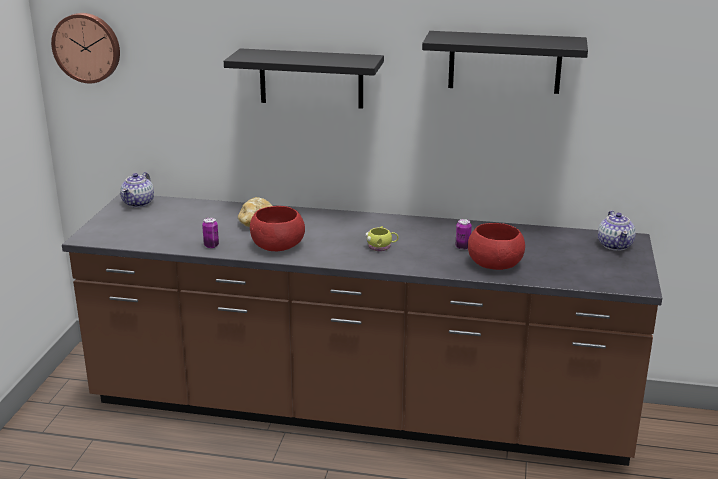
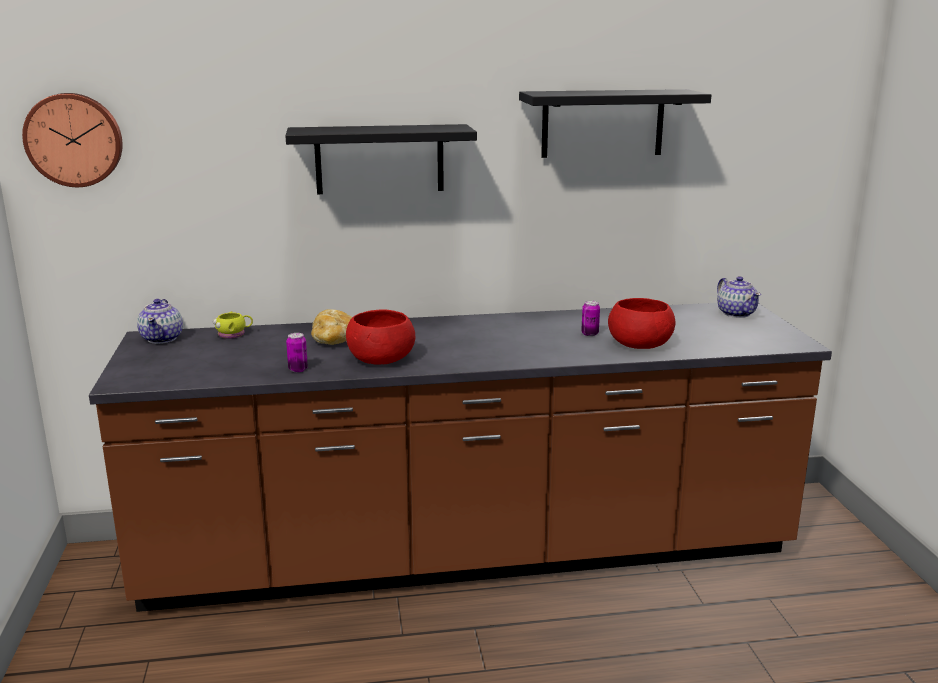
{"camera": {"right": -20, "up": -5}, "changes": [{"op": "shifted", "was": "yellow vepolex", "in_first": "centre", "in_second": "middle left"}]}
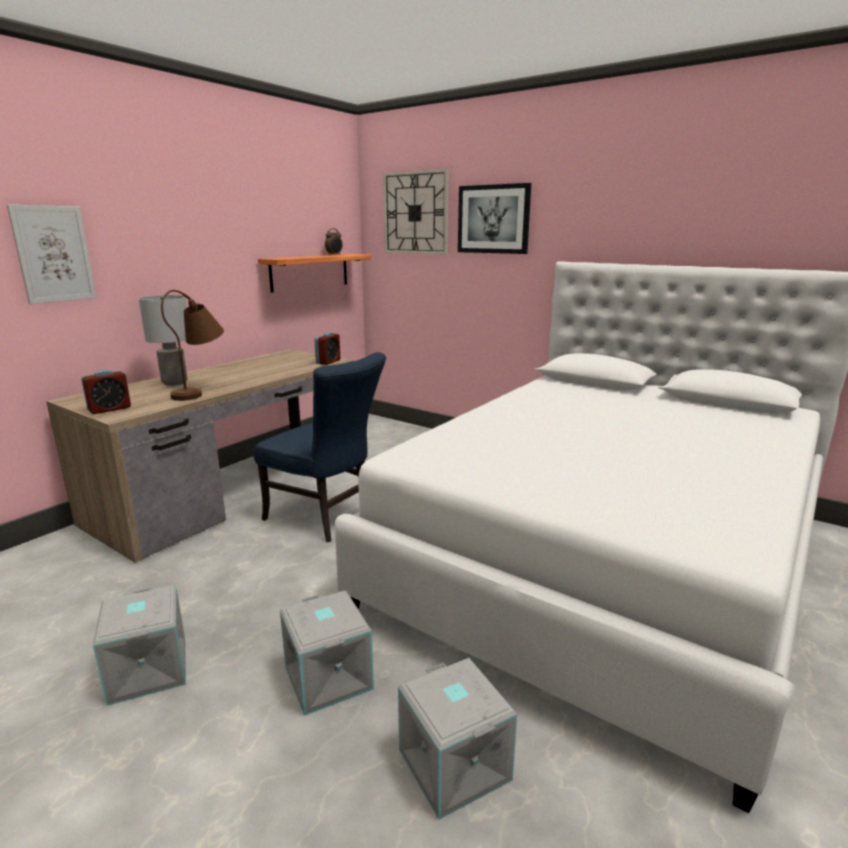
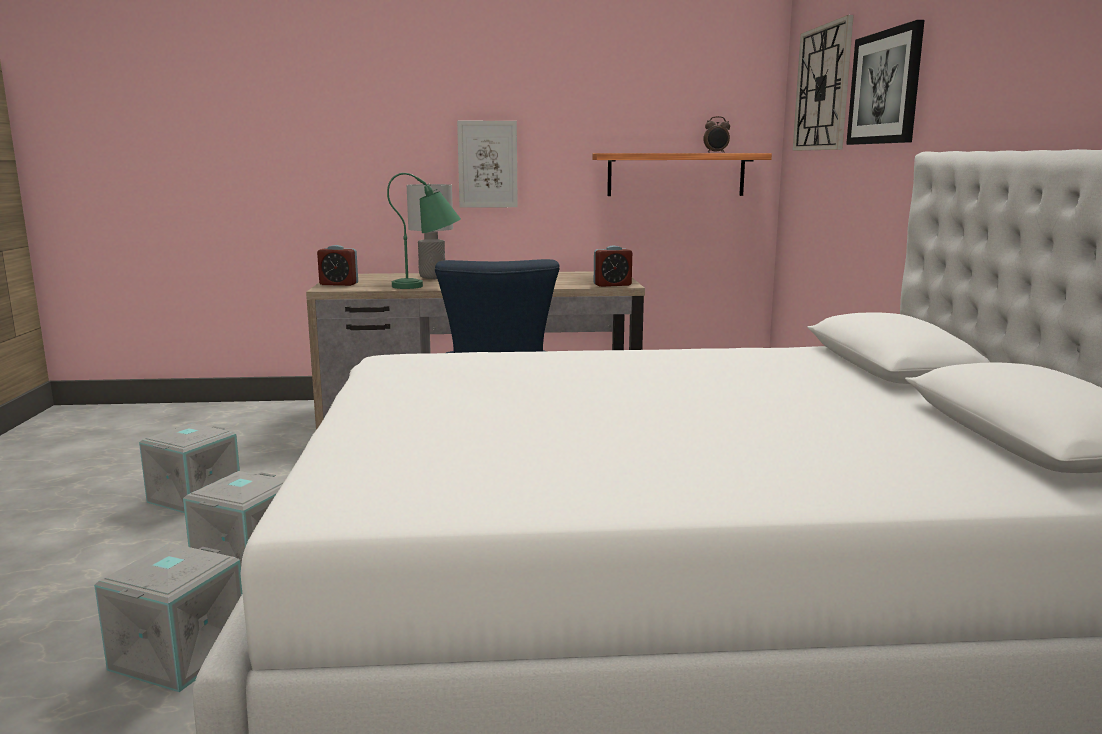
{"camera": {"right": 50, "up": -5}, "changes": [{"op": "shifted", "was": "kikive (no. 1 from left)", "in_first": "top left", "in_second": "top centre"}, {"op": "repainted", "was": "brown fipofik", "now": "green fipofik", "in_first": "middle left", "in_second": "top centre"}]}
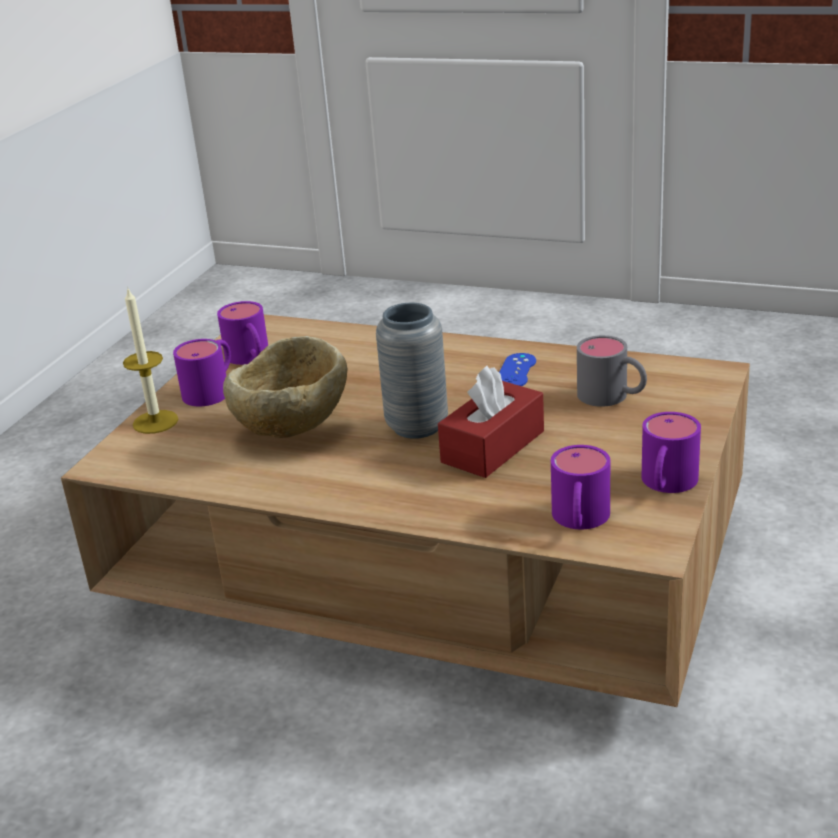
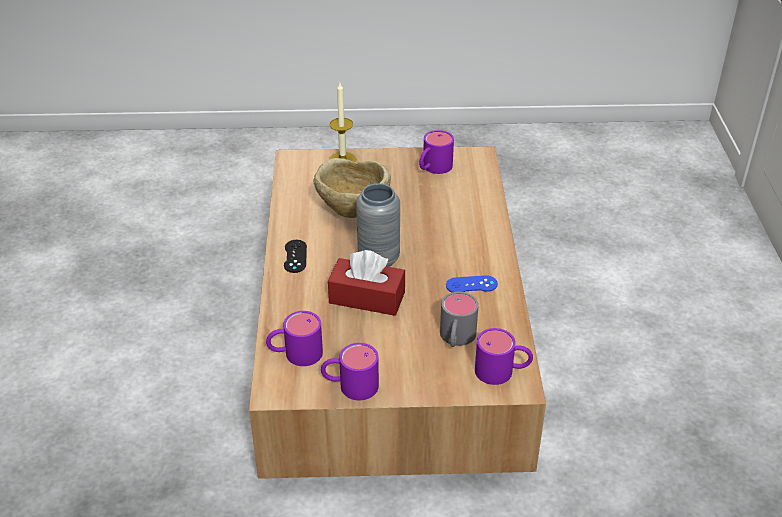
{"camera": {"right": 65, "up": 10}, "changes": [{"op": "new", "now": "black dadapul", "in_second": "centre"}, {"op": "shifted", "was": "purple vepolex (no. 1 from left in the first image)", "now": "purple vepolex (no. 4 from left)", "in_first": "middle left", "in_second": "bottom centre"}]}
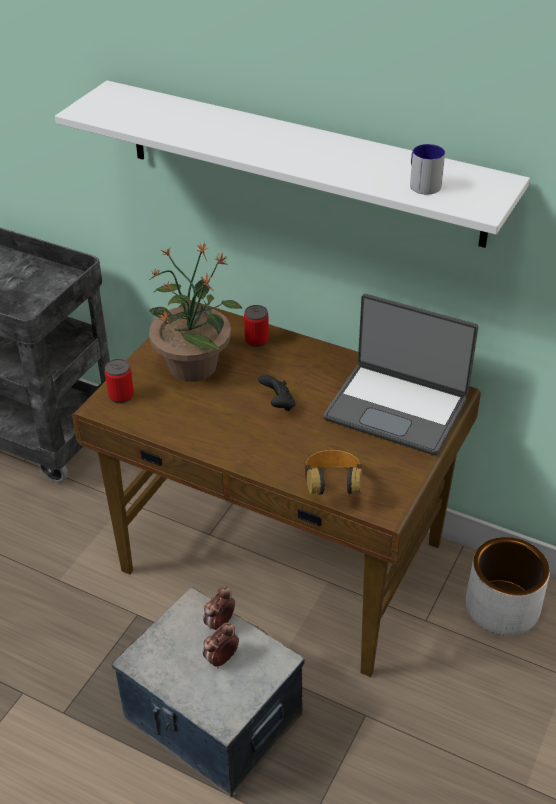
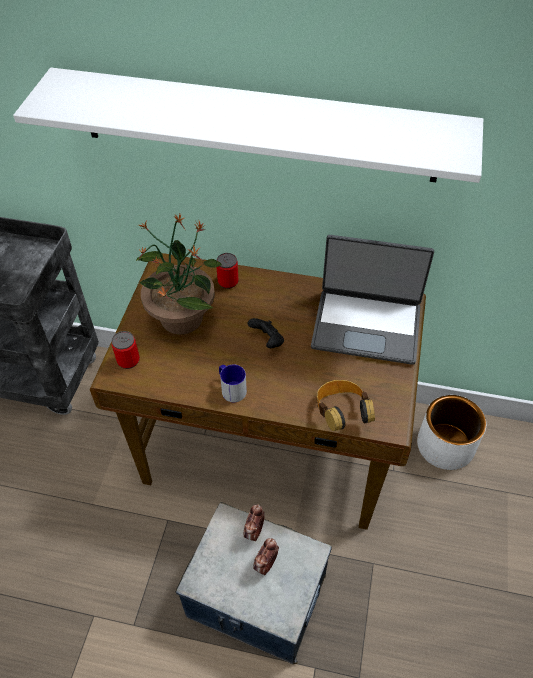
{"camera": {"right": -15, "up": 10}, "changes": [{"op": "shifted", "was": "vepolex", "in_first": "top right", "in_second": "centre"}]}
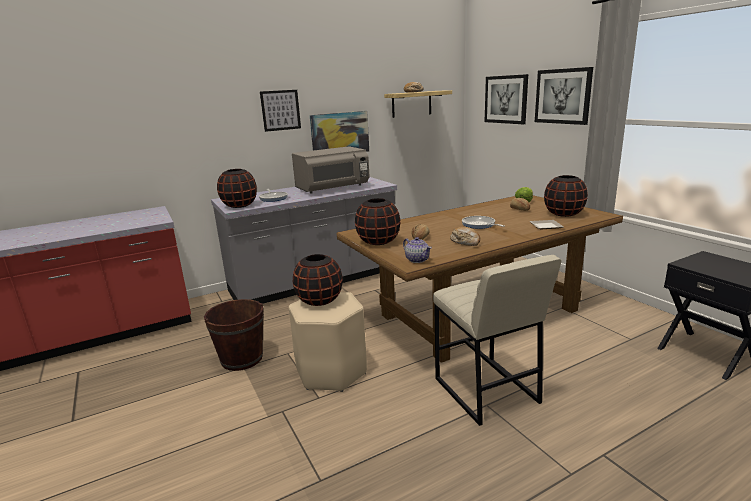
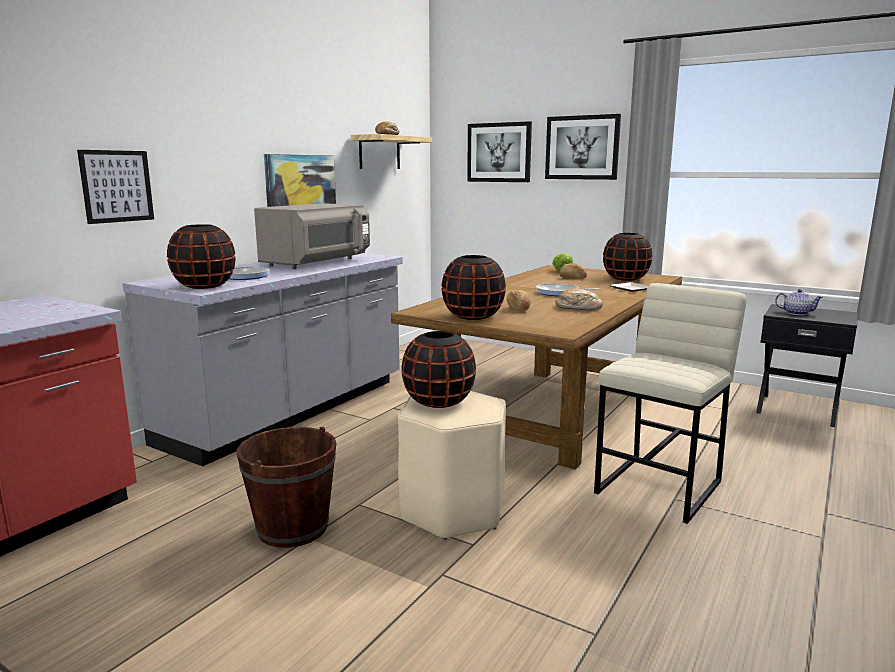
{"camera": {"right": -30, "up": -5}, "changes": [{"op": "shifted", "was": "kikive (no. 1 from left)", "in_first": "top centre", "in_second": "top left"}, {"op": "shifted", "was": "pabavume", "in_first": "centre", "in_second": "middle right"}, {"op": "rotated", "was": "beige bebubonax", "in_first": "bottom centre", "in_second": "middle right", "clockwise": -90}]}
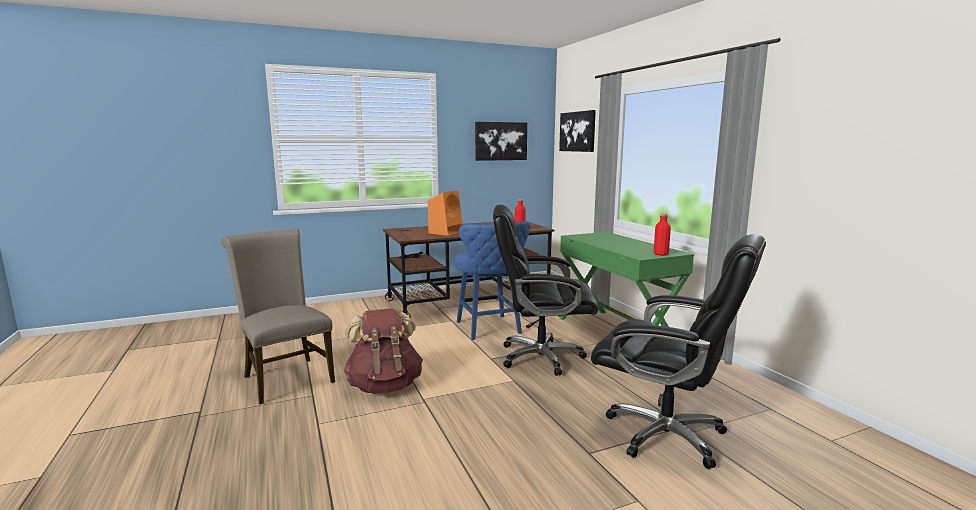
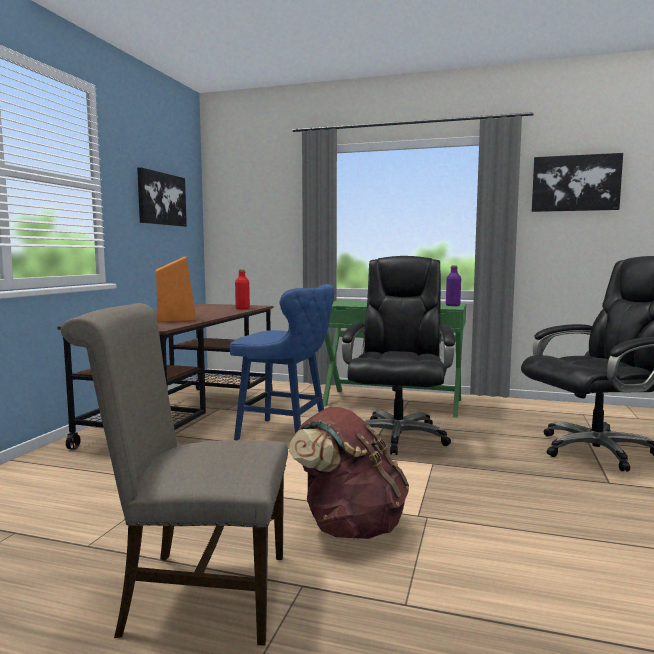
{"camera": {"right": -50, "up": -5}, "changes": [{"op": "shifted", "was": "kikive (no. 2 from left)", "in_first": "top centre", "in_second": "top right"}, {"op": "repainted", "was": "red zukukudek (no. 2 from left)", "now": "purple zukukudek", "in_first": "middle right", "in_second": "middle right"}, {"op": "rotated", "was": "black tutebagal (no. 1 from left)", "in_first": "centre", "in_second": "centre", "clockwise": 150}]}
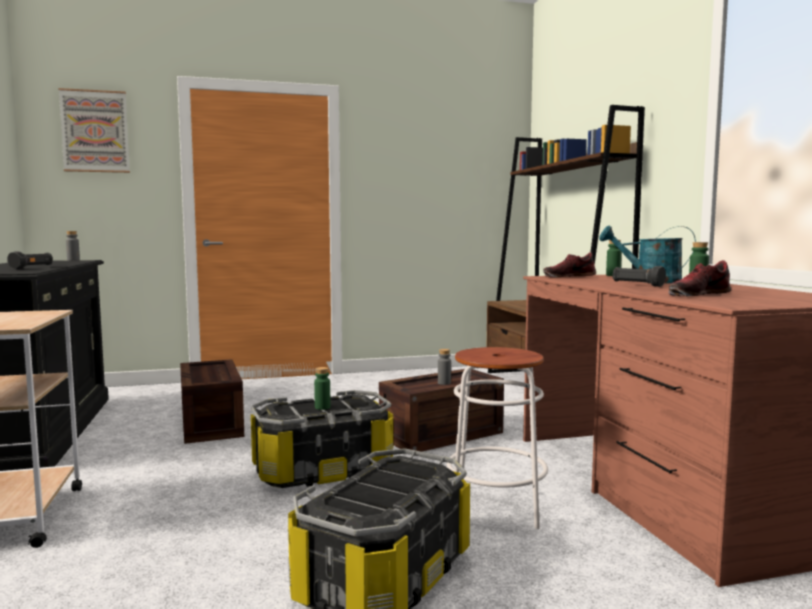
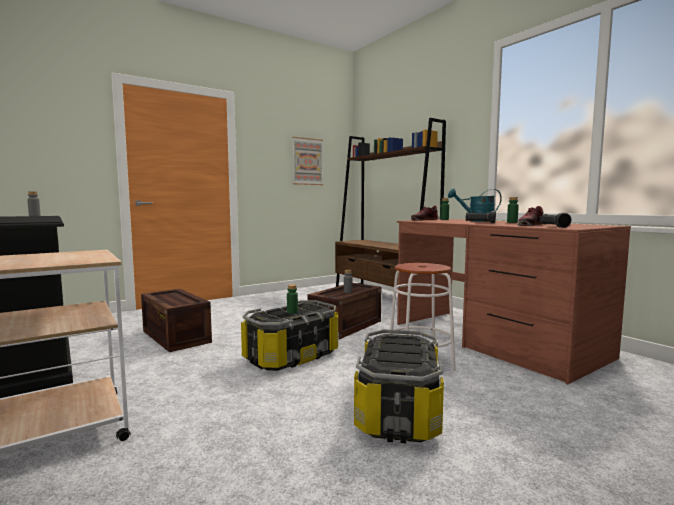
{"camera": {"right": -20, "up": 0}, "changes": [{"op": "shifted", "was": "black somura (no. 1 from left in the first image)", "now": "black somura (no. 2 from left)", "in_first": "middle left", "in_second": "middle right"}, {"op": "shifted", "was": "kikive", "in_first": "top left", "in_second": "top centre"}]}
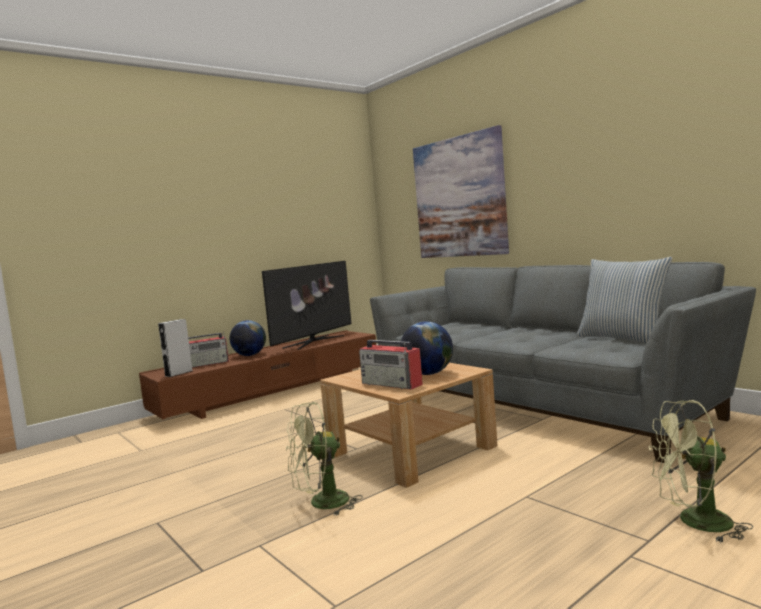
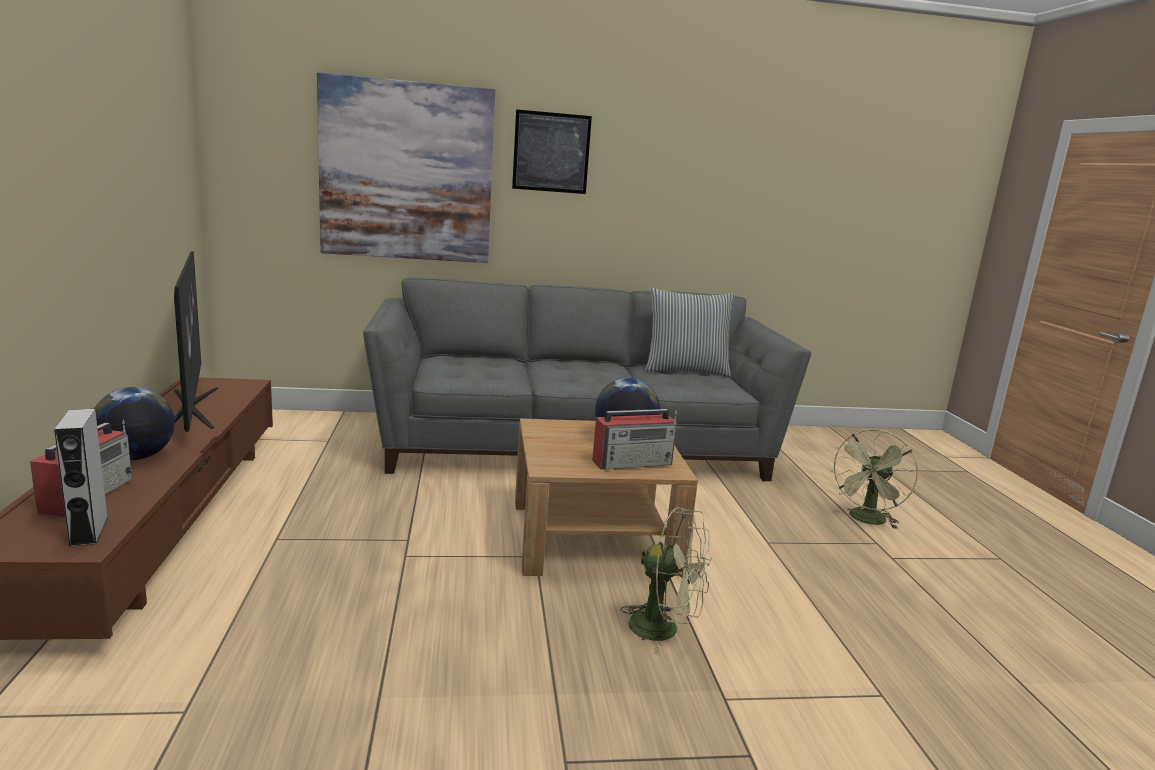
{"camera": {"right": -60, "up": 10}, "changes": [{"op": "new", "now": "kikive (no. 2 from left)", "in_second": "top centre"}, {"op": "rotated", "was": "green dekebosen (no. 1 from left)", "in_first": "bottom centre", "in_second": "bottom centre", "clockwise": -75}]}
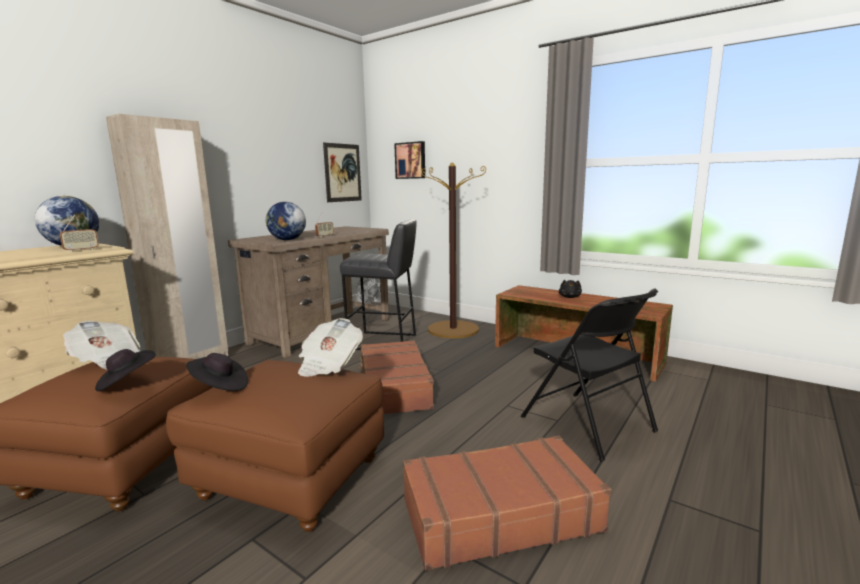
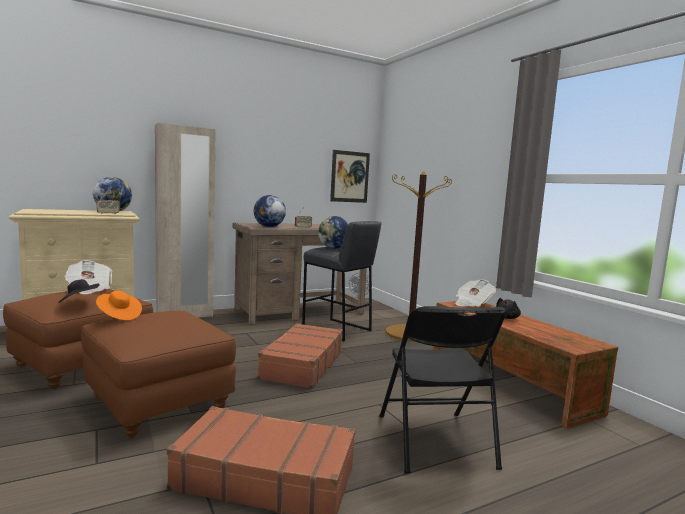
{"camera": {"right": 25, "up": -5}, "changes": [{"op": "gone", "was": "kikive (no. 2 from left)", "in_first": "top centre"}, {"op": "new", "now": "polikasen (no. 3 from left)", "in_second": "centre"}, {"op": "shifted", "was": "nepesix (no. 2 from left)", "in_first": "centre", "in_second": "middle right"}, {"op": "repainted", "was": "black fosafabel (no. 2 from left)", "now": "orange fosafabel", "in_first": "middle left", "in_second": "middle left"}]}
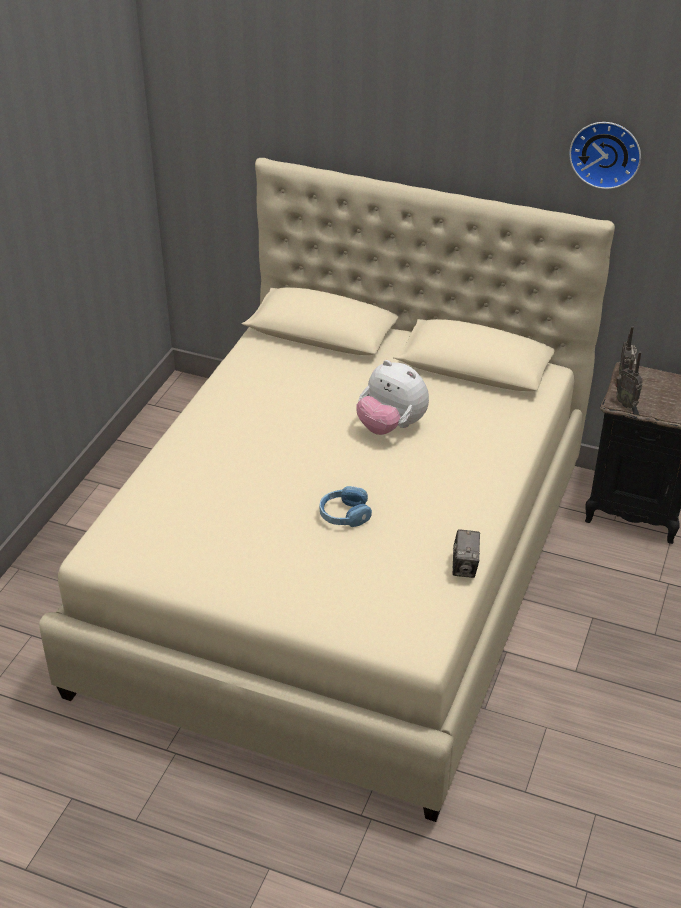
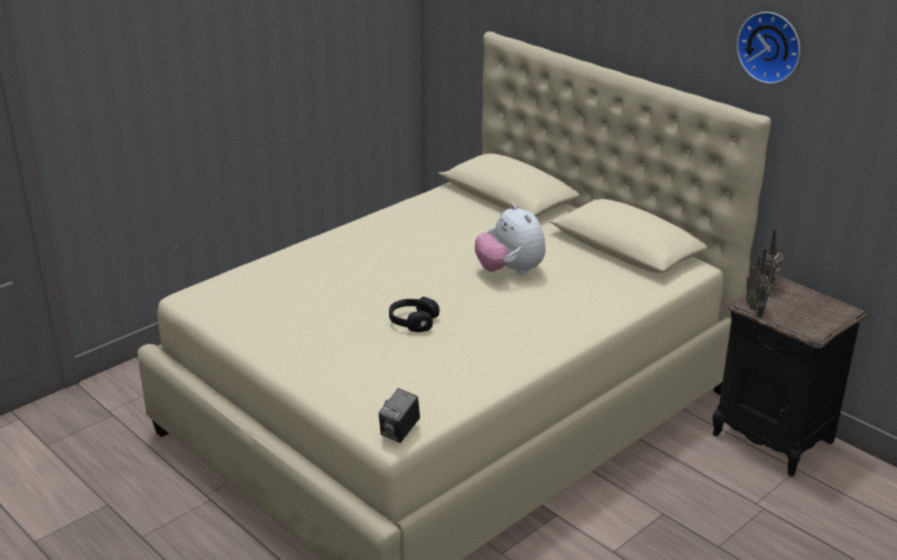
{"camera": {"right": 25, "up": -10}, "changes": [{"op": "shifted", "was": "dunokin", "in_first": "middle right", "in_second": "bottom centre"}, {"op": "repainted", "was": "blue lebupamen", "now": "black lebupamen", "in_first": "centre", "in_second": "centre"}]}
